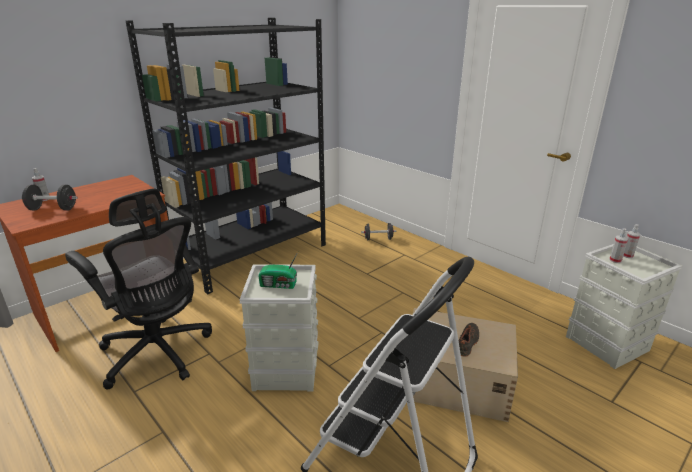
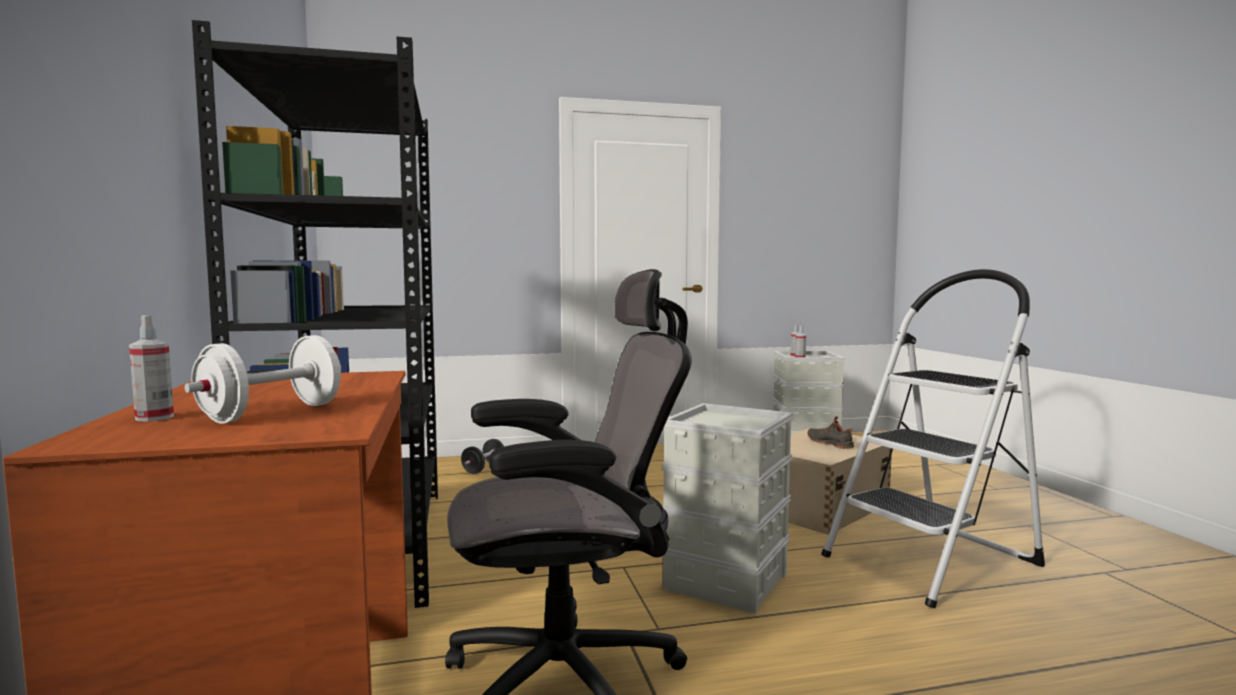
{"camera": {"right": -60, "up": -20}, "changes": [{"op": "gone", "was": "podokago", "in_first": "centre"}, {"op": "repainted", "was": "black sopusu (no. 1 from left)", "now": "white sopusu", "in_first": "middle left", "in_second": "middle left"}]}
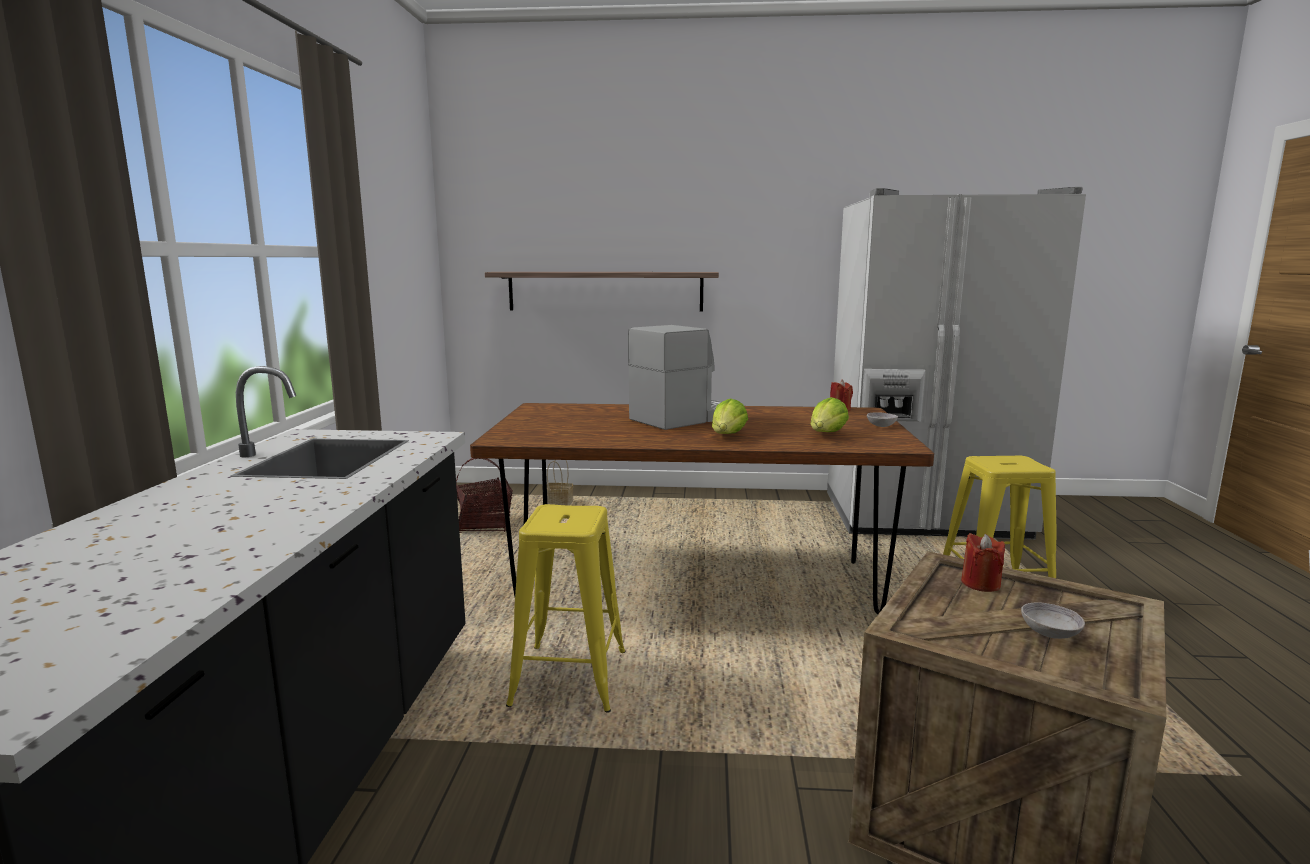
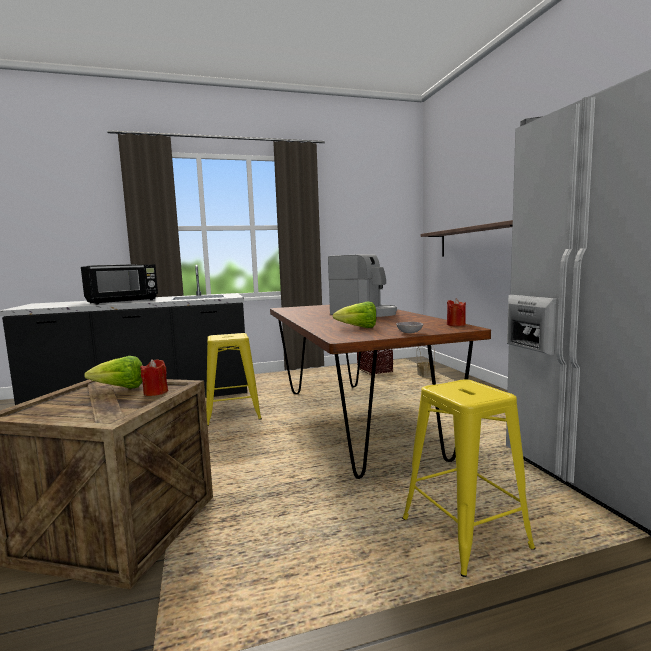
{"camera": {"right": 70, "up": -5}, "changes": [{"op": "gone", "was": "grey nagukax (no. 2 from left)", "in_first": "bottom right"}, {"op": "new", "now": "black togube", "in_second": "middle left"}, {"op": "shifted", "was": "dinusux (no. 1 from left)", "in_first": "centre", "in_second": "middle left"}]}
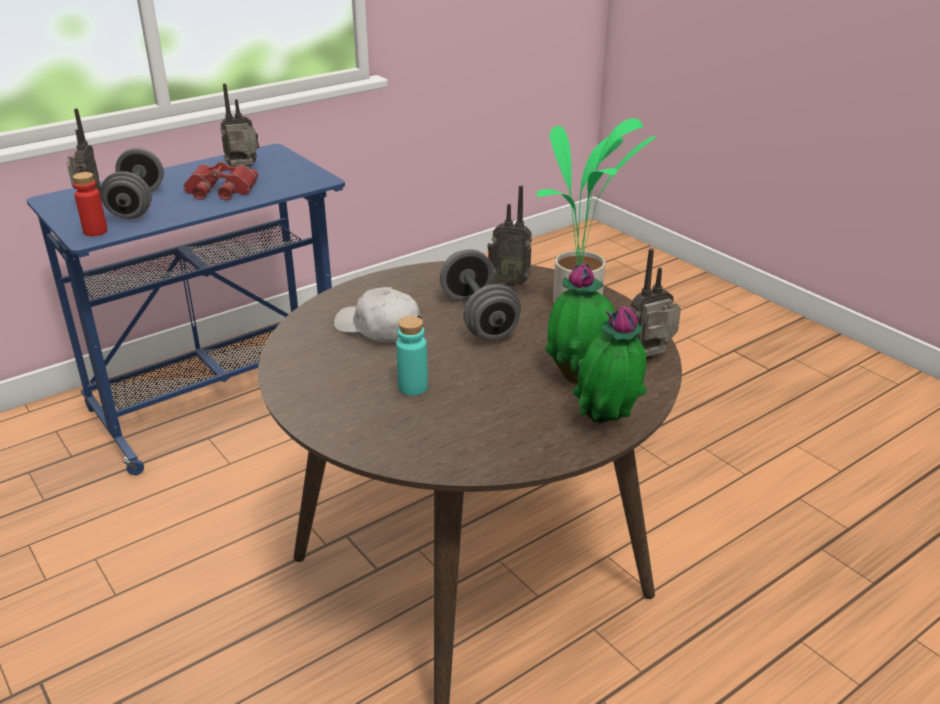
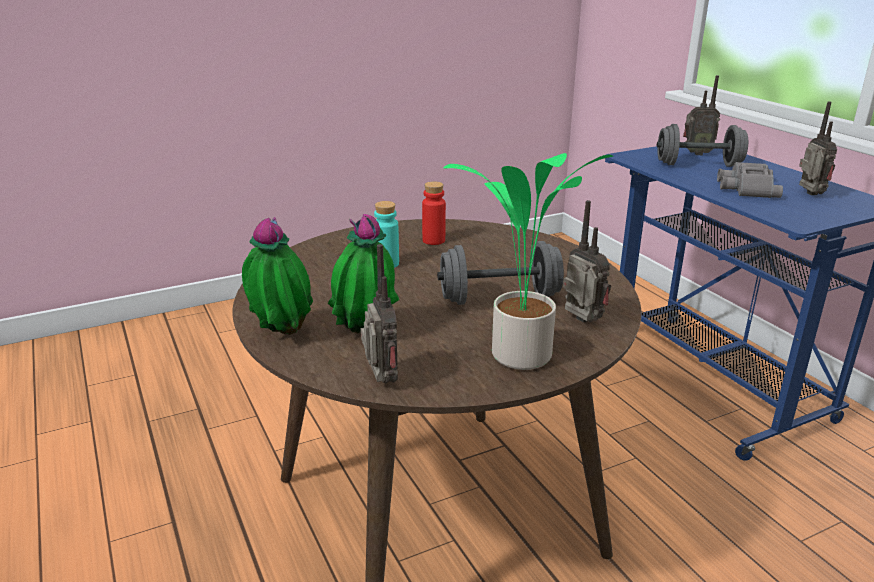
{"camera": {"right": 100, "up": -5}, "changes": [{"op": "gone", "was": "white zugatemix", "in_first": "centre"}, {"op": "shifted", "was": "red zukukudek", "in_first": "top left", "in_second": "centre"}, {"op": "repainted", "was": "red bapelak", "now": "grey bapelak", "in_first": "top left", "in_second": "top right"}, {"op": "rotated", "was": "podokago (no. 3 from left in the first image)", "in_first": "centre", "in_second": "middle right", "clockwise": 120}]}
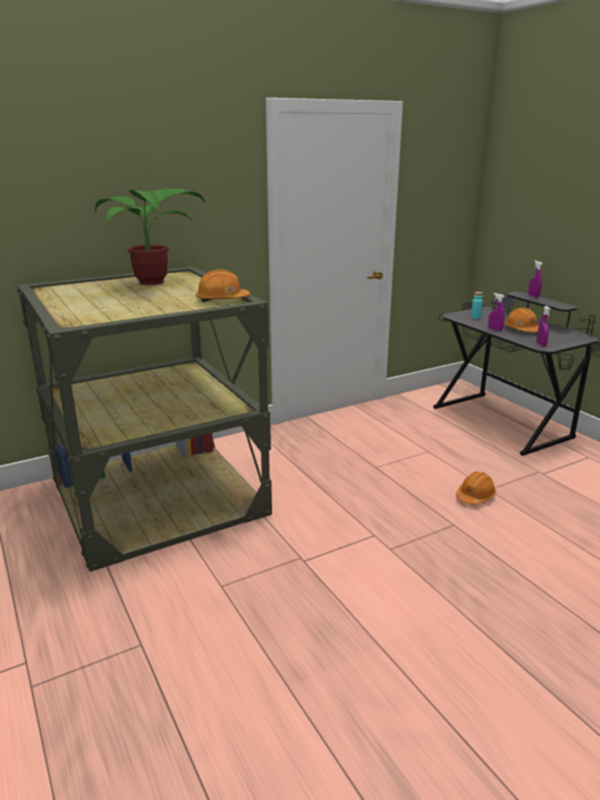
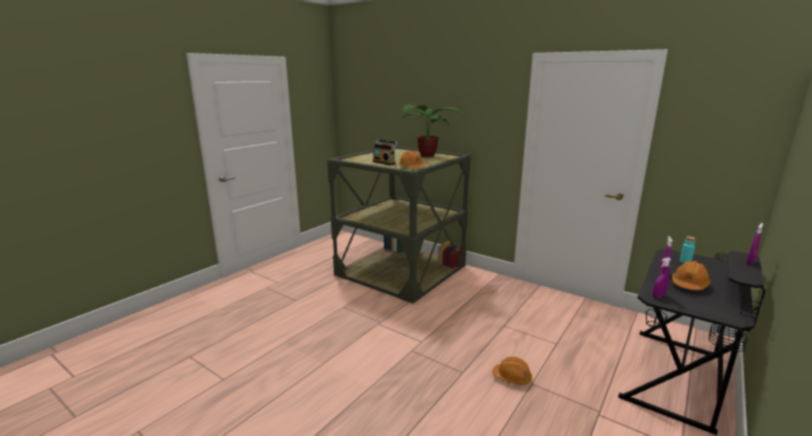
{"camera": {"right": 65, "up": -5}, "changes": [{"op": "new", "now": "podokago", "in_second": "centre"}]}
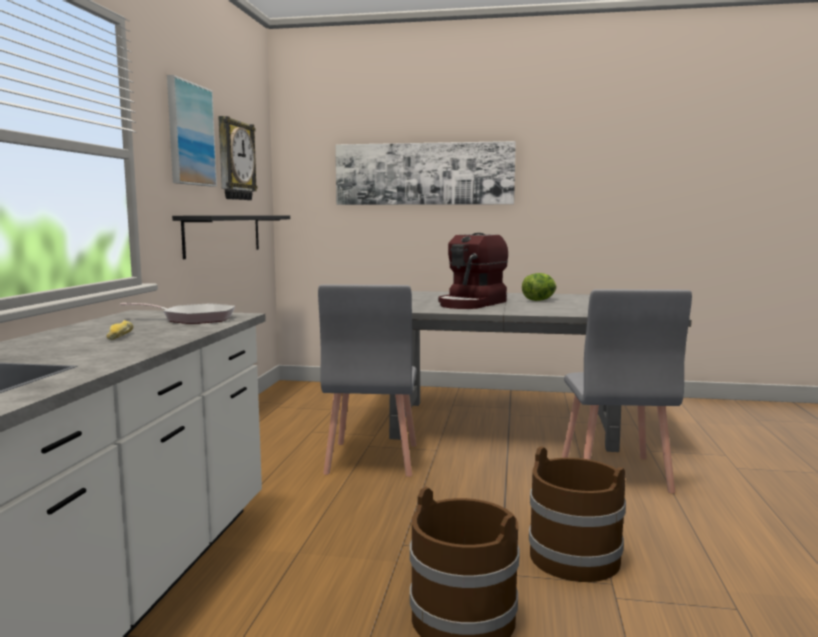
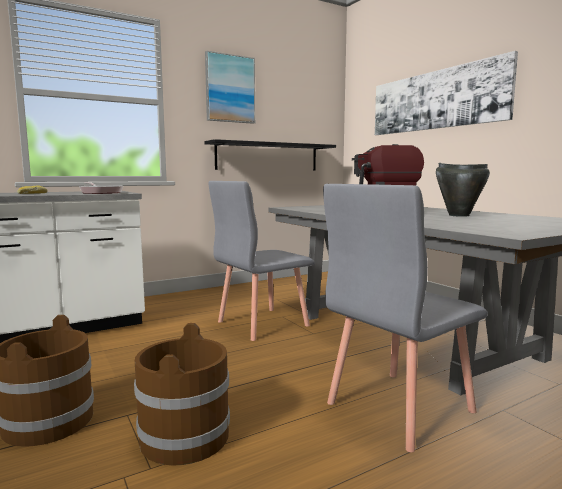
{"camera": {"right": 50, "up": 0}, "changes": [{"op": "gone", "was": "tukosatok", "in_first": "top left"}, {"op": "swapped", "was": "dinusux", "now": "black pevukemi", "in_first": "centre", "in_second": "middle right"}]}
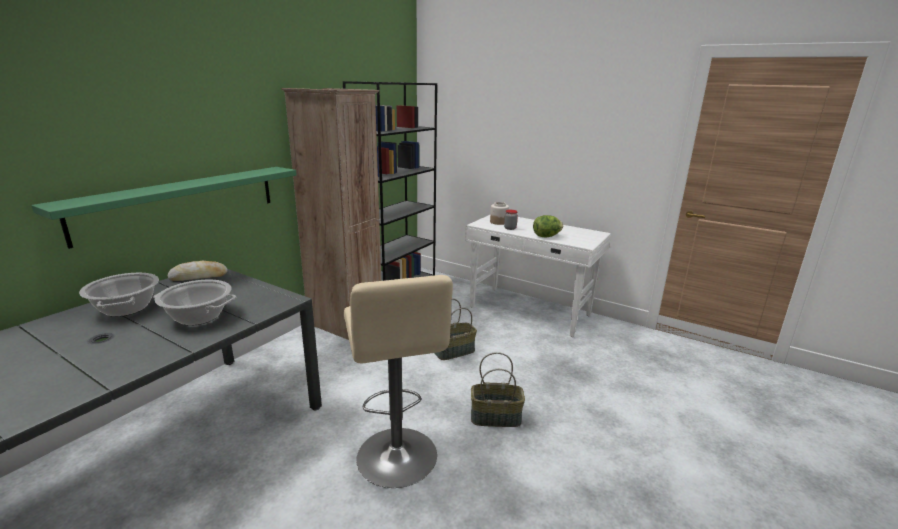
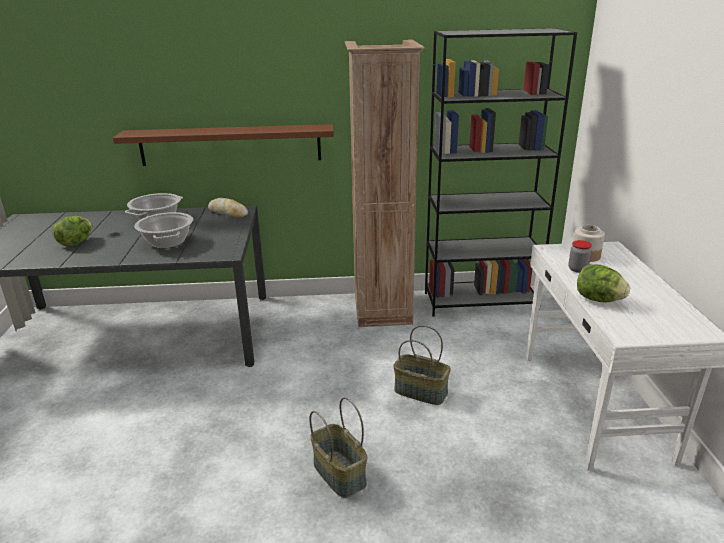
{"camera": {"right": 55, "up": 5}, "changes": [{"op": "gone", "was": "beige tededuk", "in_first": "bottom centre"}, {"op": "new", "now": "dinusux (no. 1 from left)", "in_second": "middle left"}, {"op": "repainted", "was": "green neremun", "now": "brown neremun", "in_first": "middle left", "in_second": "top left"}]}
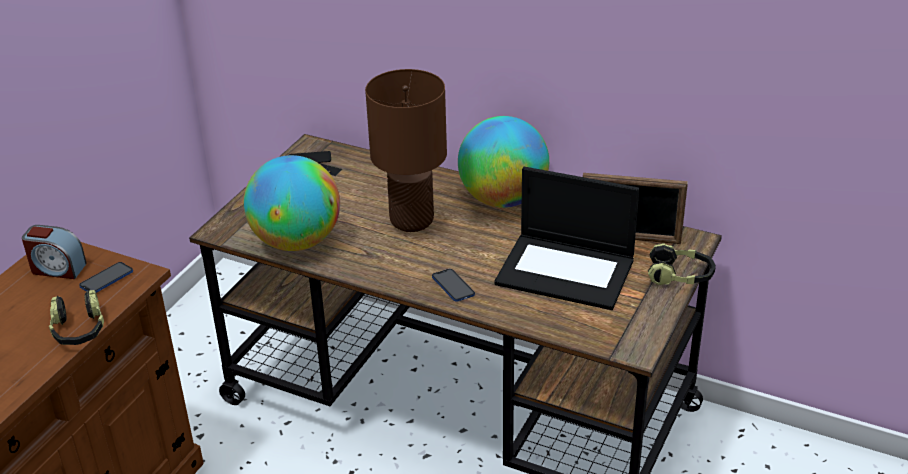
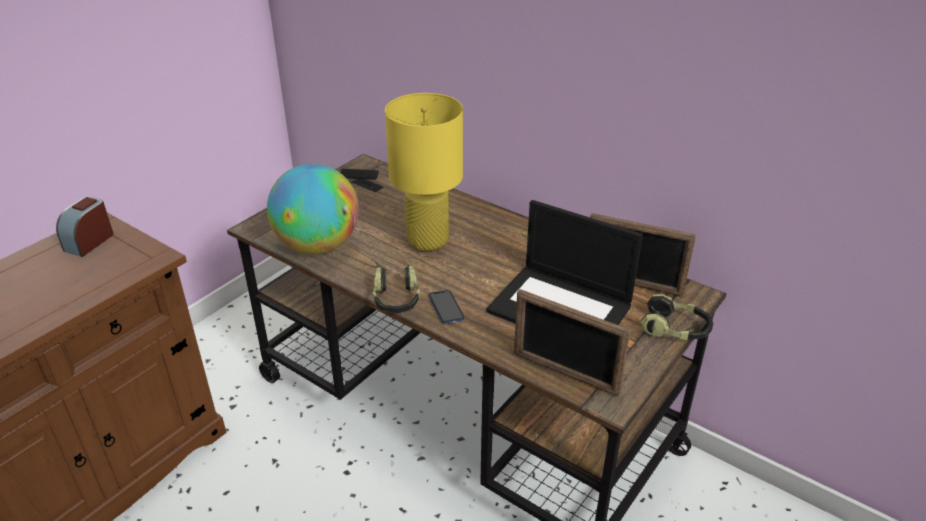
{"camera": {"right": 10, "up": 0}, "changes": [{"op": "gone", "was": "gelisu (no. 1 from left)", "in_first": "middle left"}, {"op": "gone", "was": "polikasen (no. 2 from left)", "in_first": "centre"}, {"op": "new", "now": "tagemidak (no. 1 from left)", "in_second": "centre"}, {"op": "shifted", "was": "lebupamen (no. 1 from left)", "in_first": "bottom left", "in_second": "centre"}, {"op": "repainted", "was": "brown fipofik", "now": "yellow fipofik", "in_first": "top centre", "in_second": "top centre"}, {"op": "rotated", "was": "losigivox", "in_first": "middle left", "in_second": "middle left", "clockwise": 90}]}
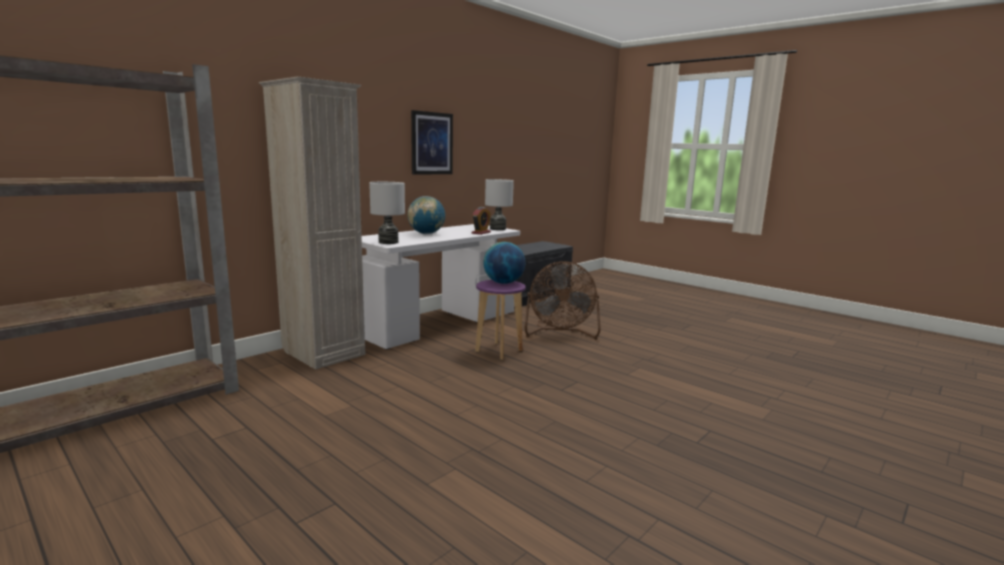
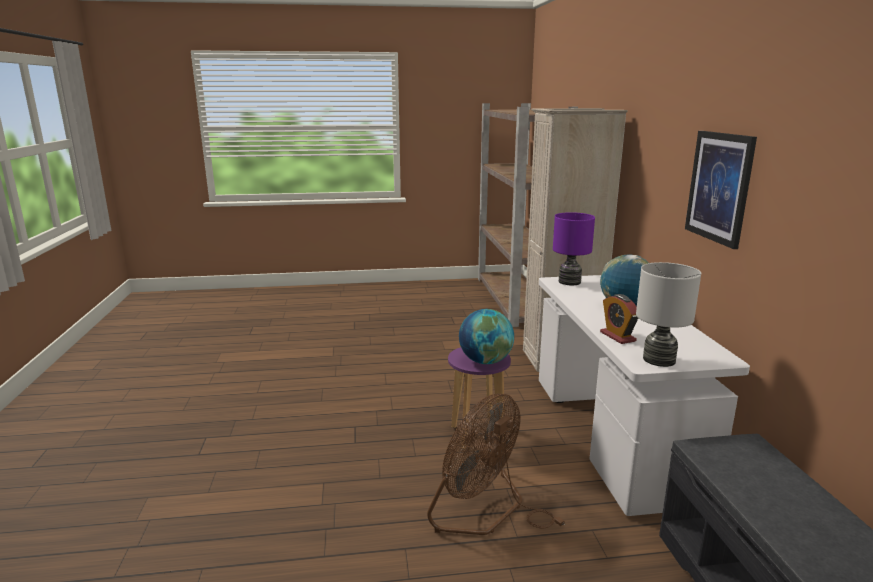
{"camera": {"right": 130, "up": 5}, "changes": [{"op": "repainted", "was": "grey fipofik (no. 1 from left)", "now": "purple fipofik", "in_first": "centre", "in_second": "centre"}]}
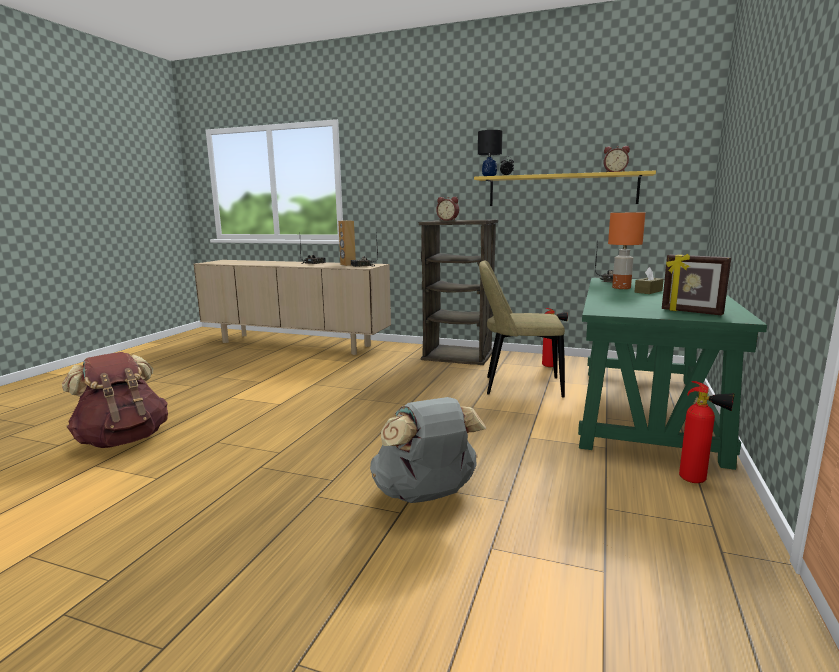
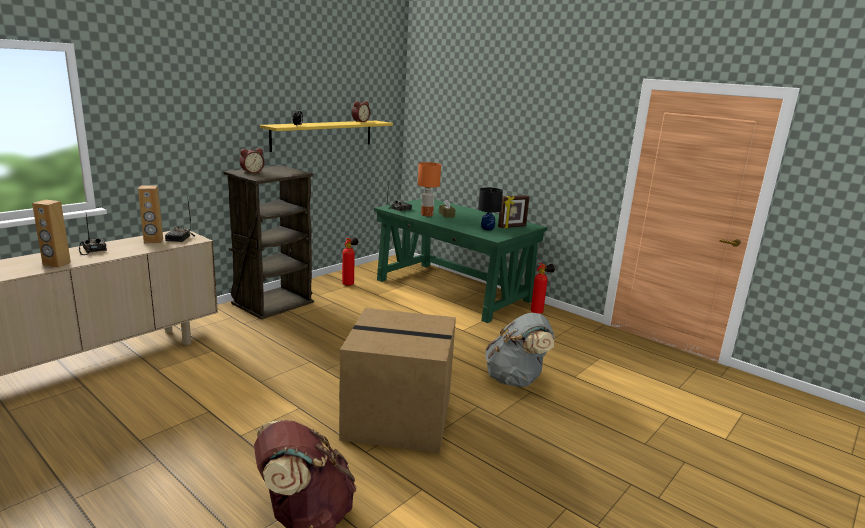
{"camera": {"right": -70, "up": 5}, "changes": [{"op": "gone", "was": "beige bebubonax", "in_first": "centre"}, {"op": "new", "now": "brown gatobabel (no. 1 from left)", "in_second": "middle left"}, {"op": "new", "now": "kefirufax", "in_second": "bottom centre"}, {"op": "shifted", "was": "black fipofik", "in_first": "top centre", "in_second": "centre"}]}
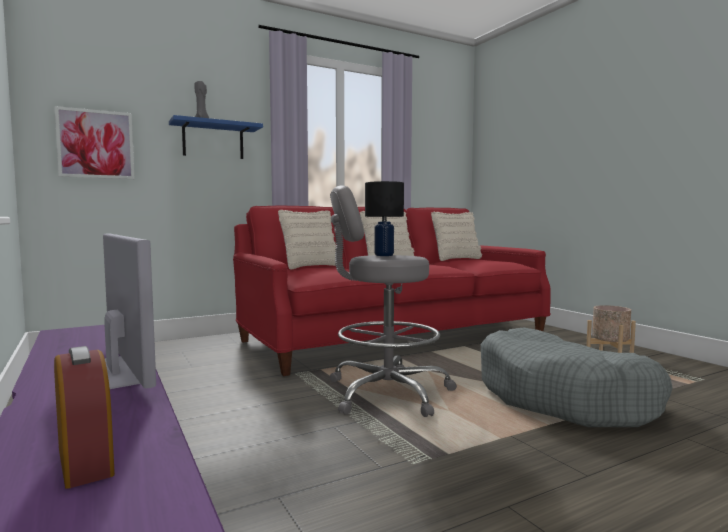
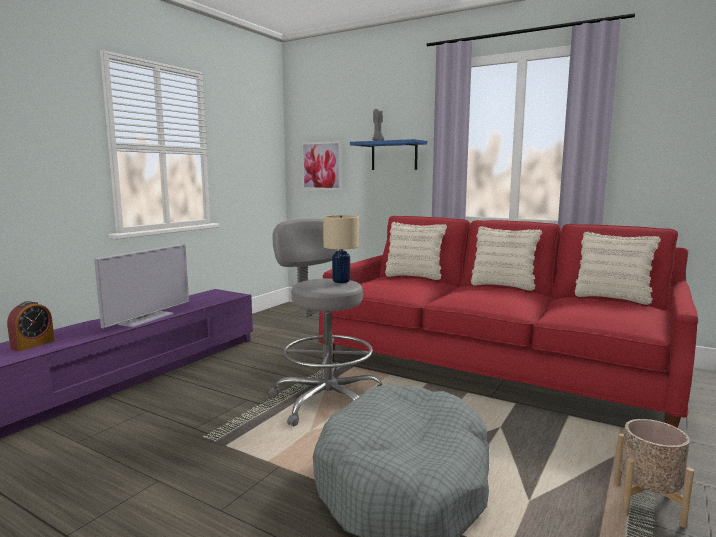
{"camera": {"right": 60, "up": 5}, "changes": [{"op": "repainted", "was": "black fipofik", "now": "beige fipofik", "in_first": "centre", "in_second": "centre"}]}
